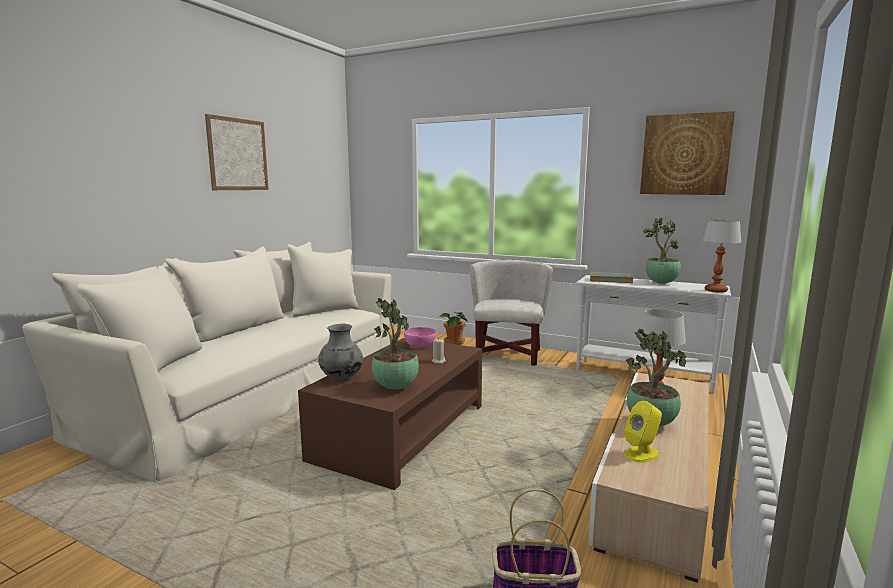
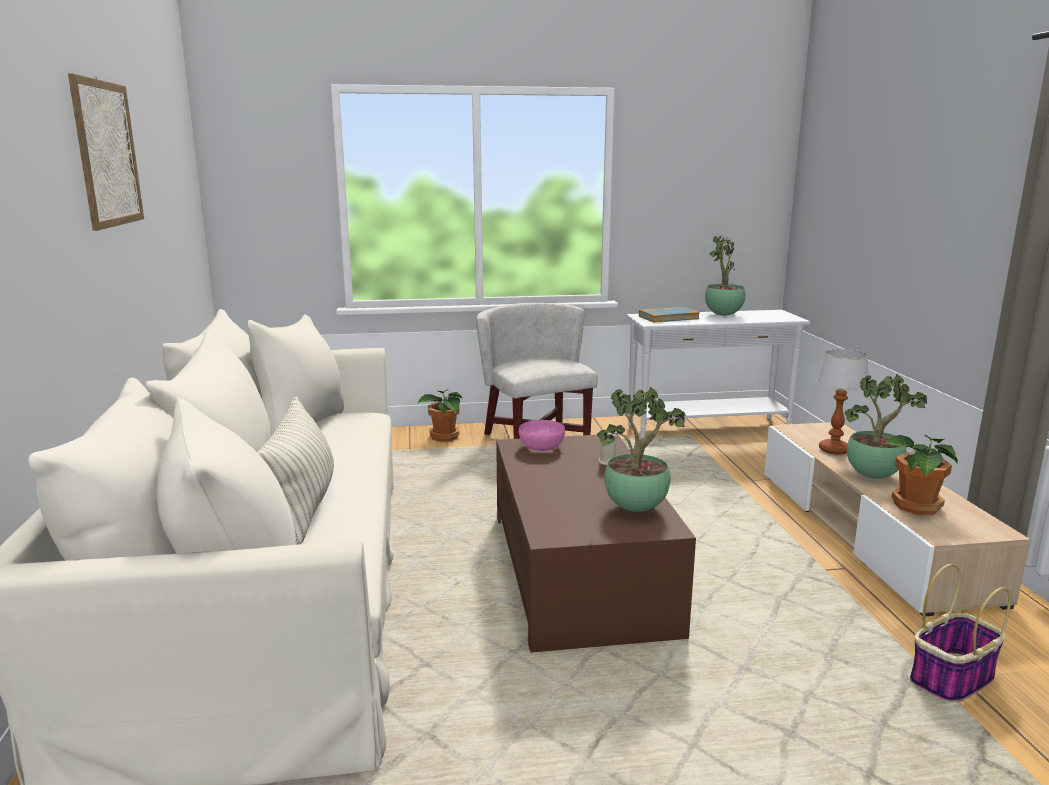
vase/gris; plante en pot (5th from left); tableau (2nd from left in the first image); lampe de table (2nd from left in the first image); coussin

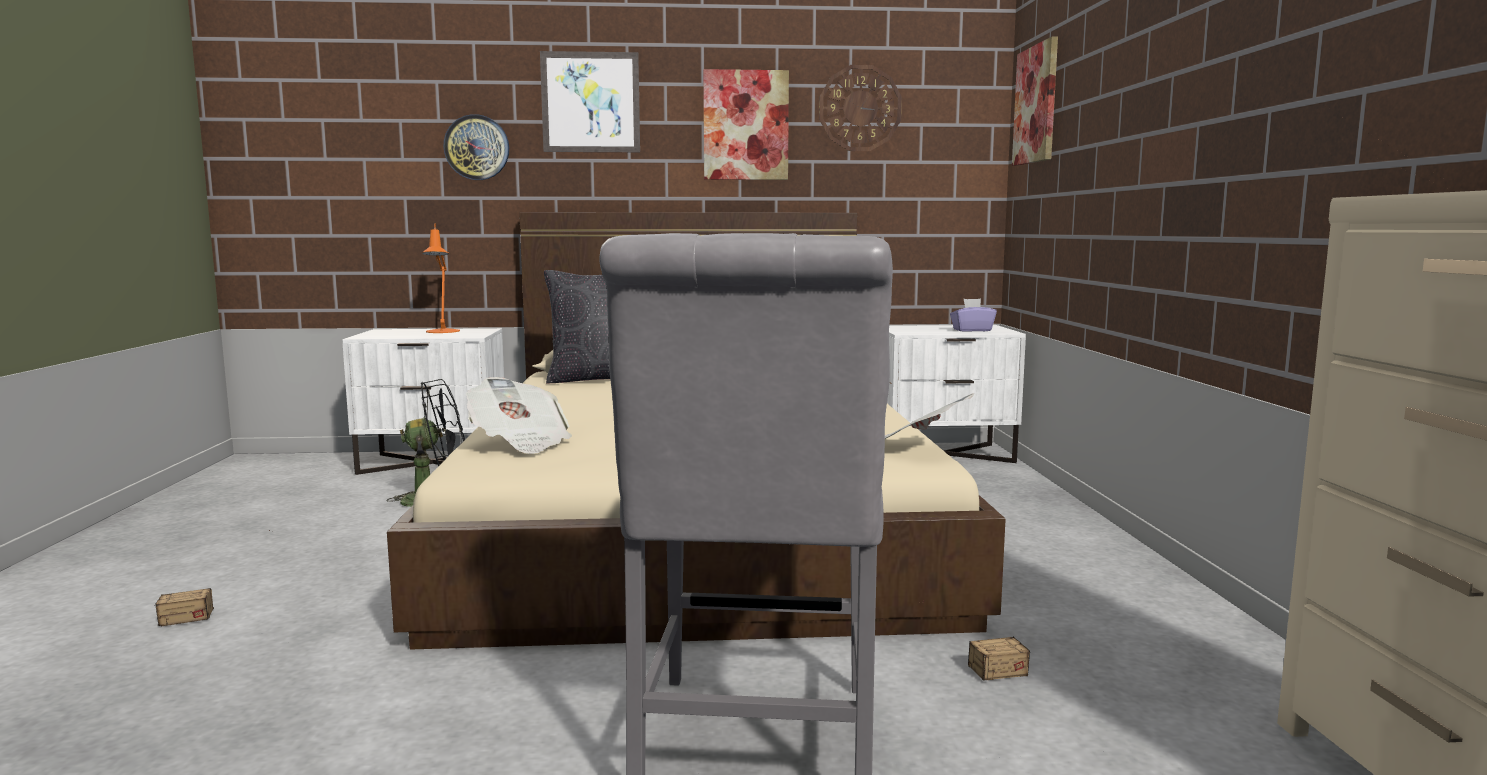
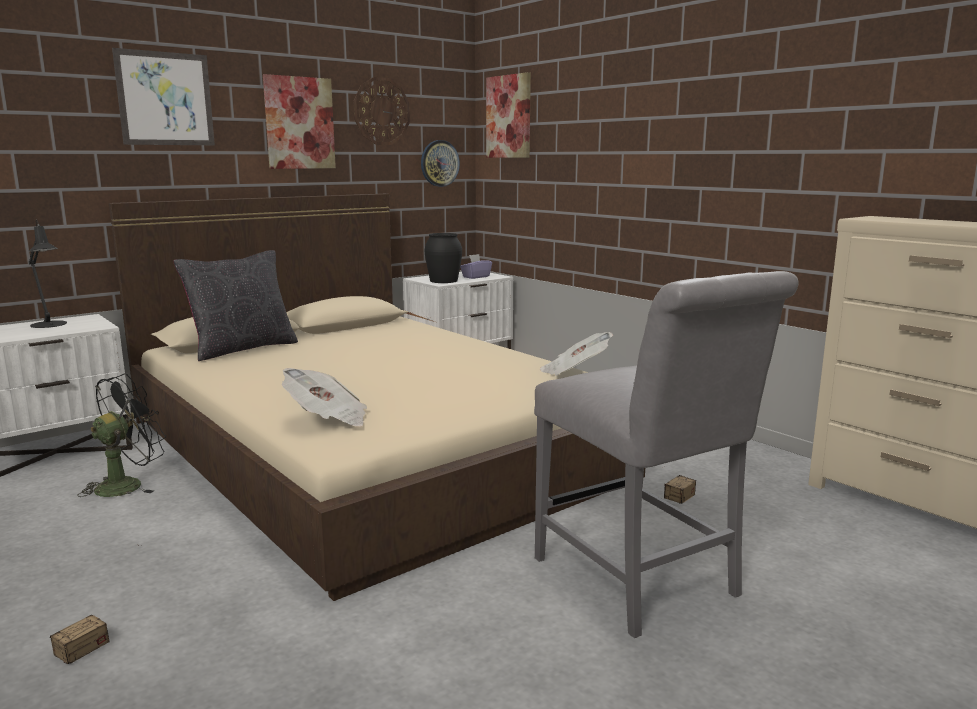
lampe de table/noir; horloge murale (2nd from left); vase/noir

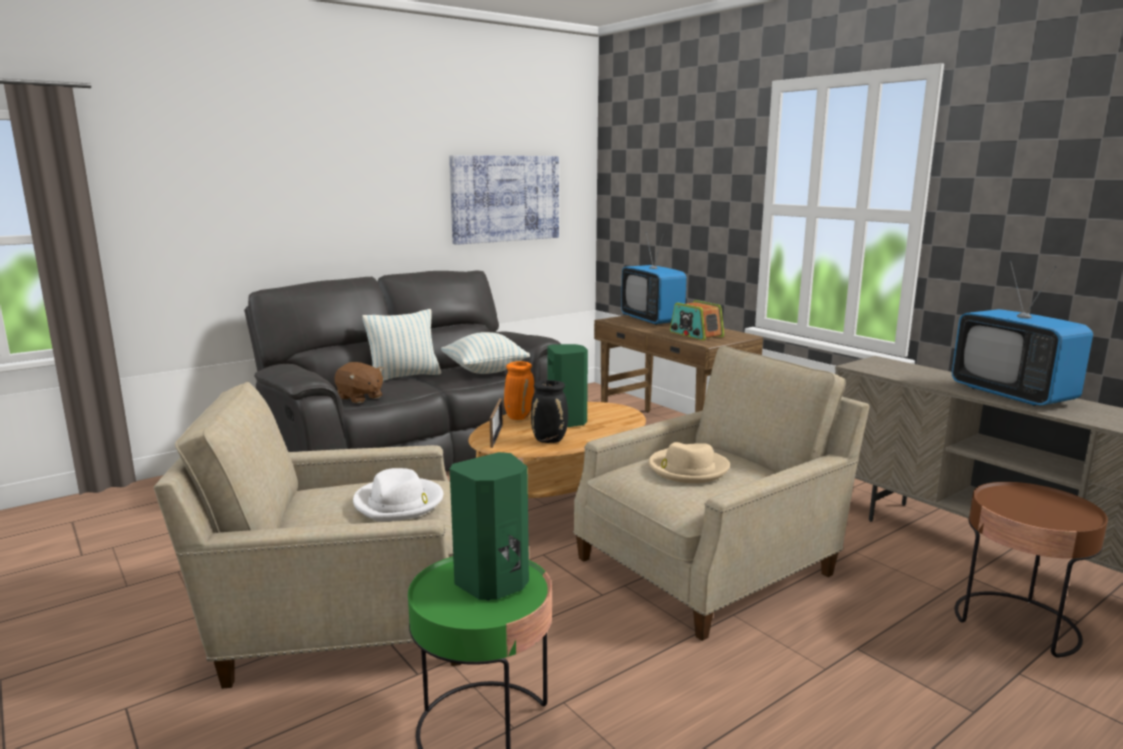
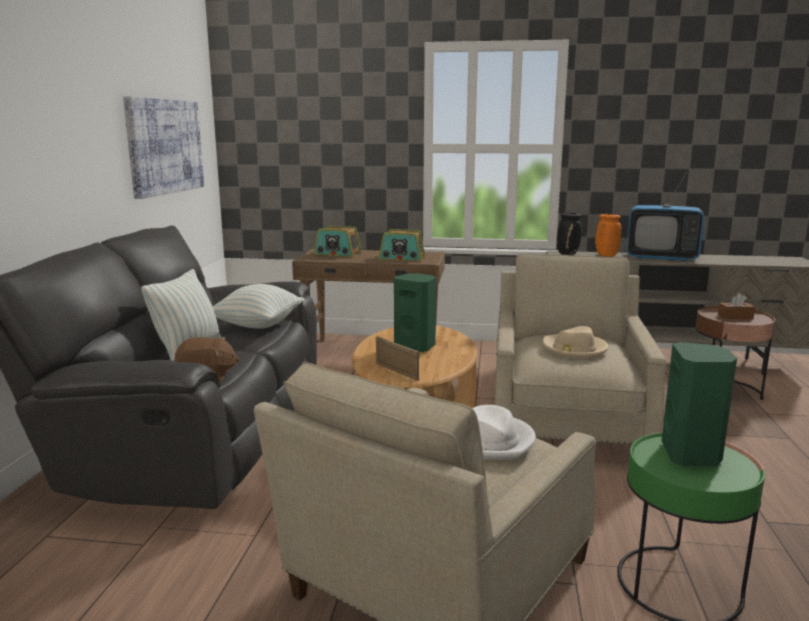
vase/orange; vase/noir; radio (1st from left); boîte à mouchoirs/marron

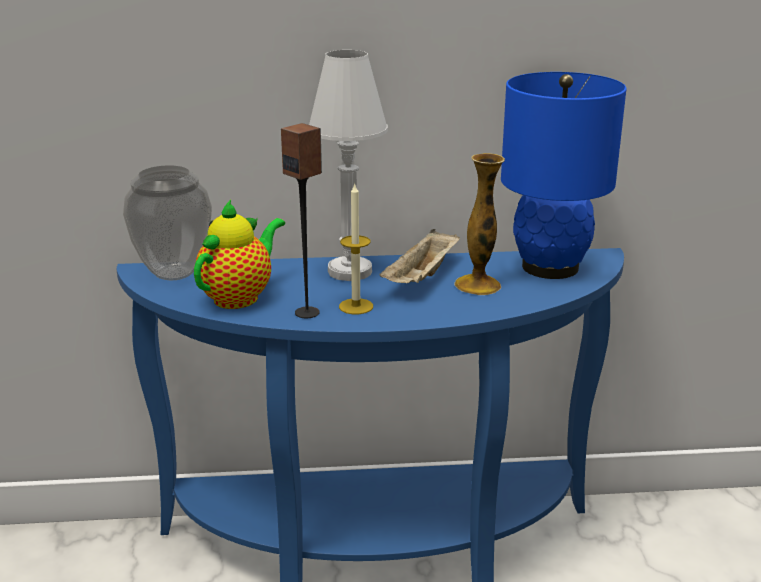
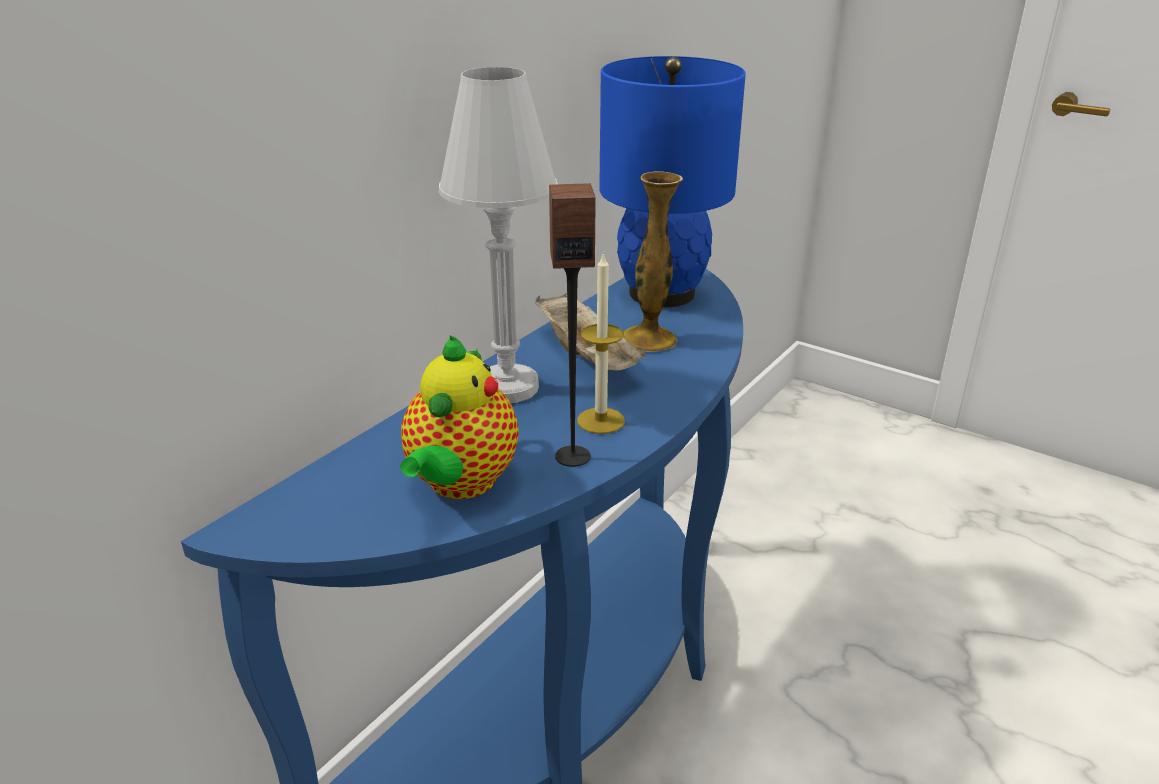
vase (1st from left in the first image); théière

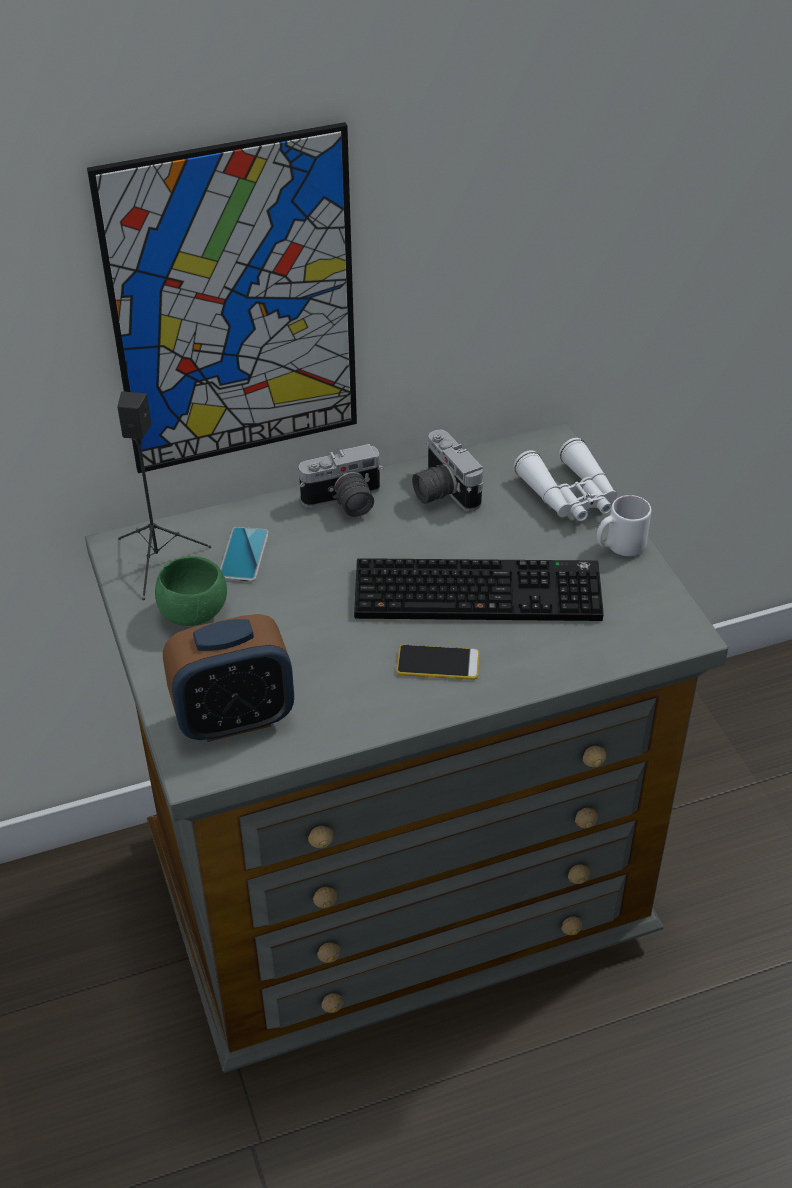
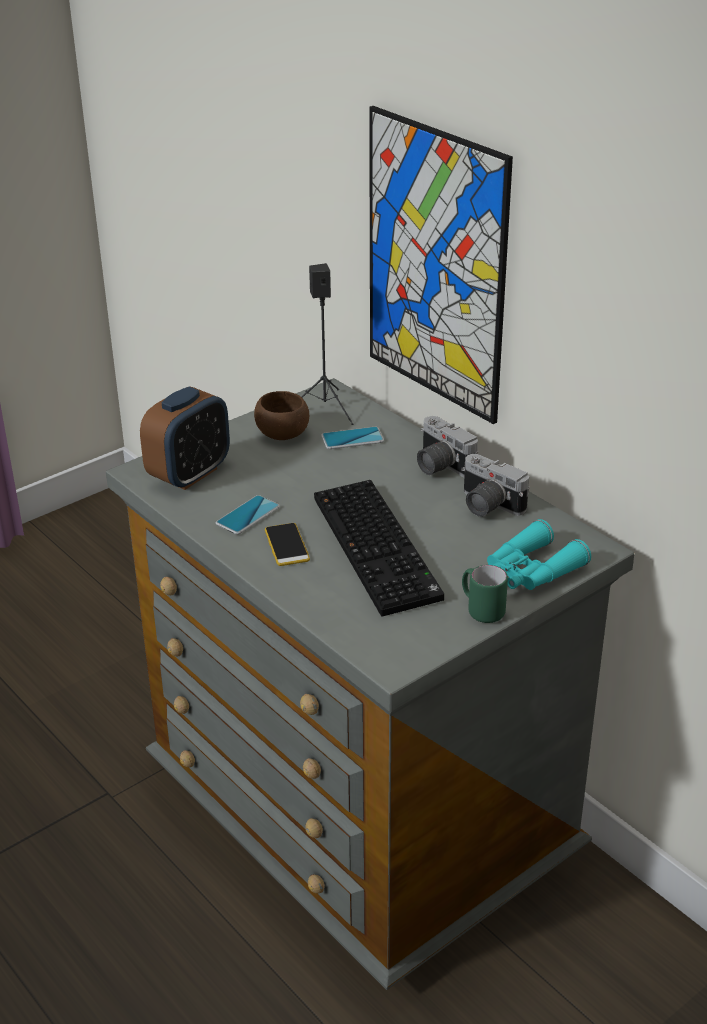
bol/marron; réveil; appareil photo (2nd from left); jumelles/turquoise; mug/vert; téléphone (1st from left)

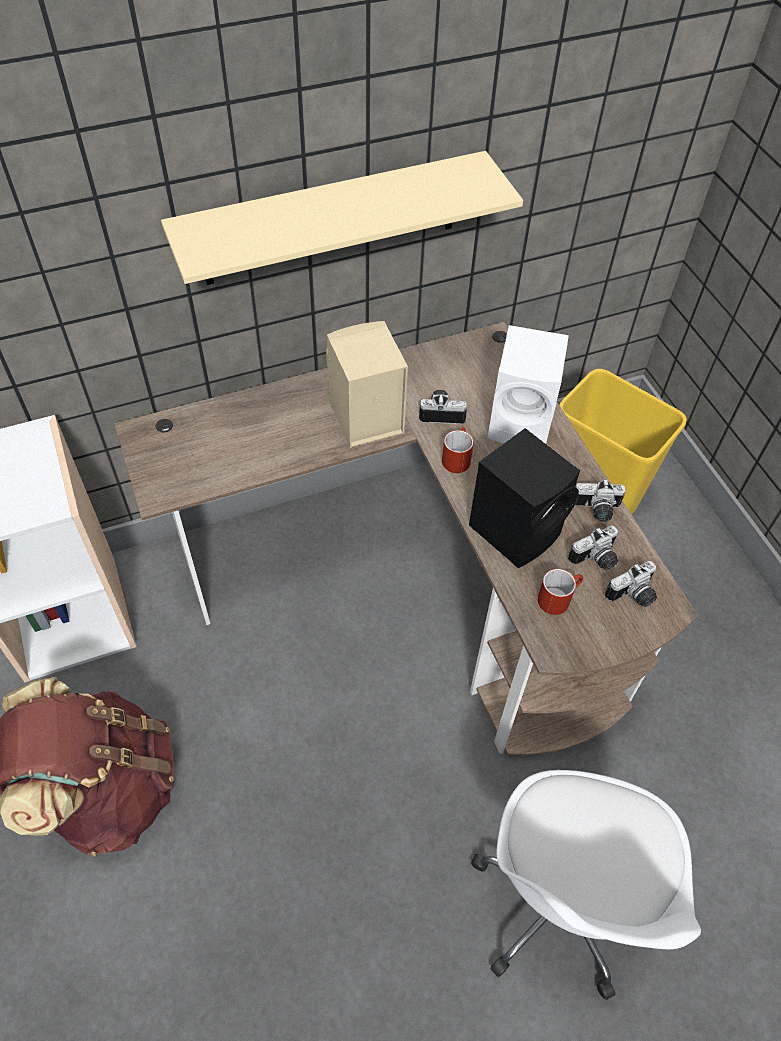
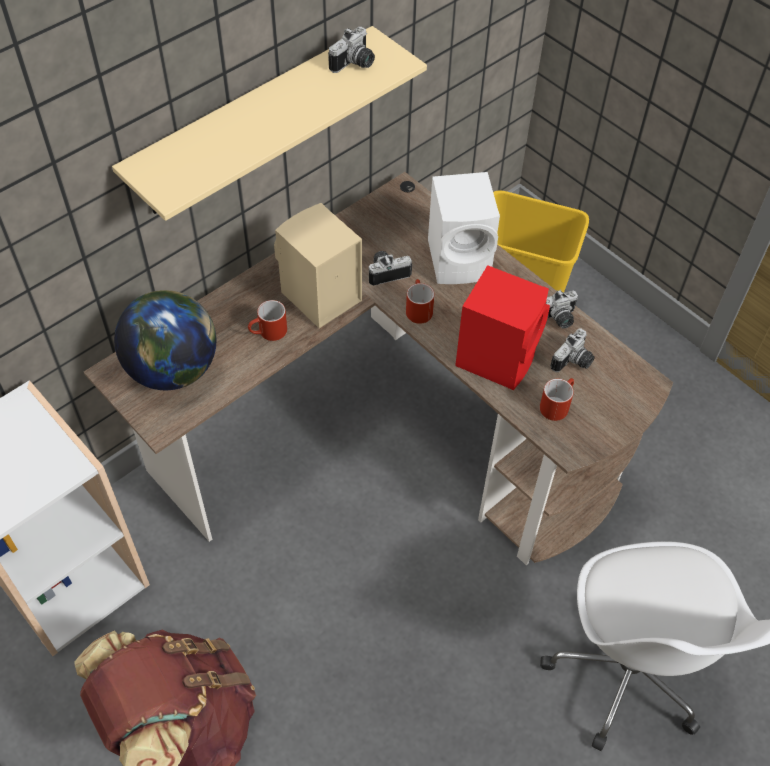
enceinte/rouge; appareil photo (1st from left); globe; mug/rouge (1st from left)

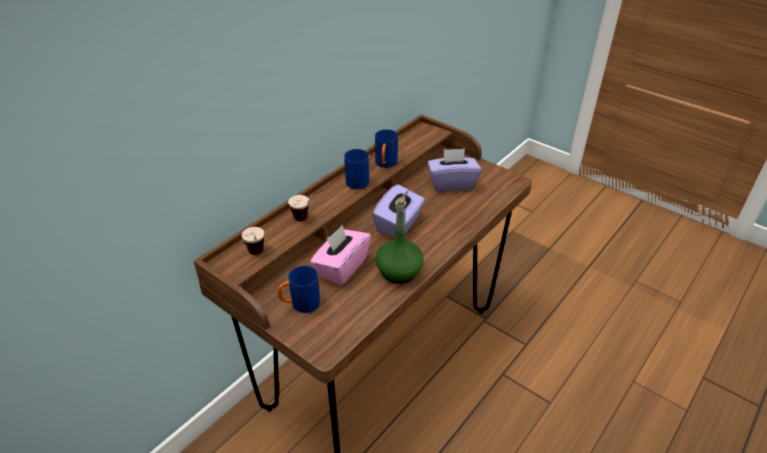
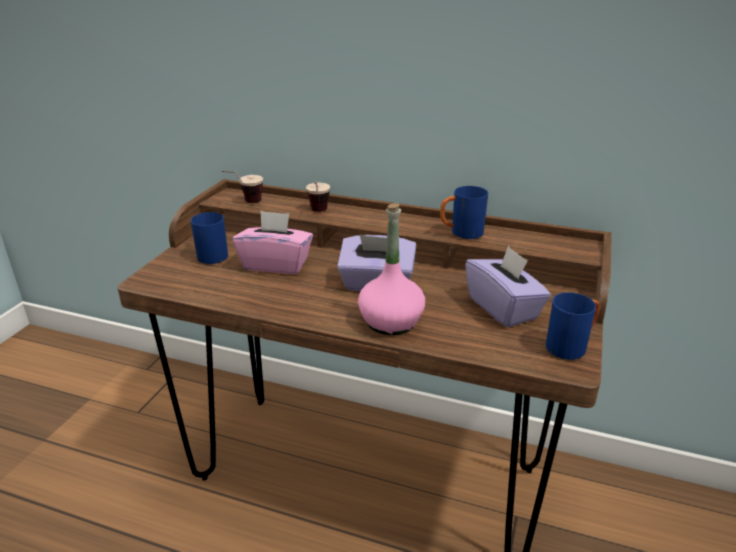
mug/bleu (3rd from left); bouteille/vert; bouteille/rose

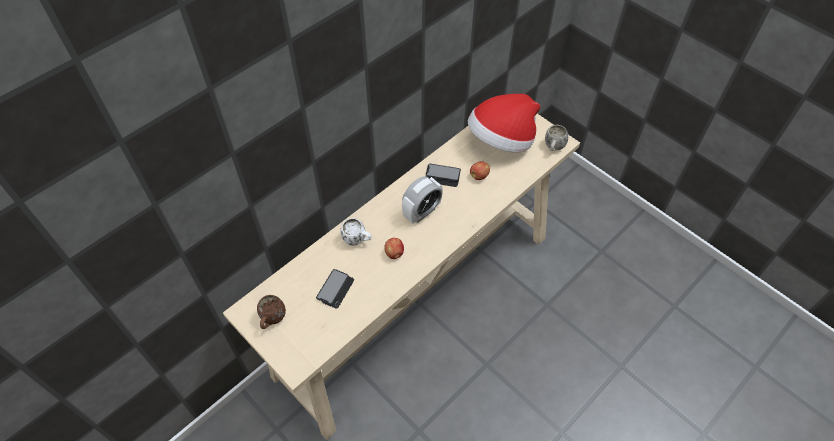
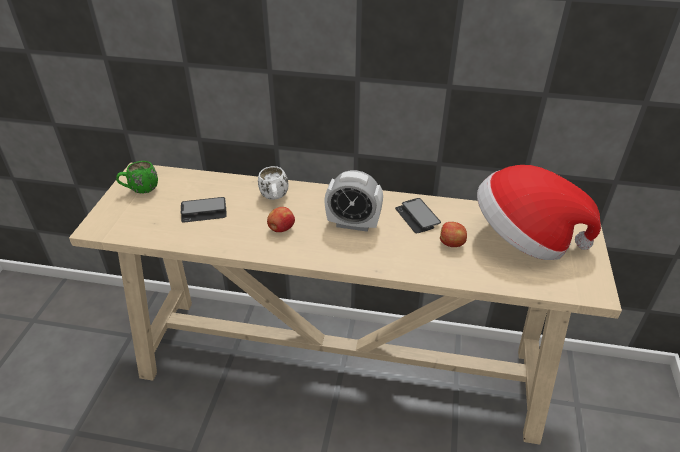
mug/vert; mug/blanc (2nd from left in the first image)

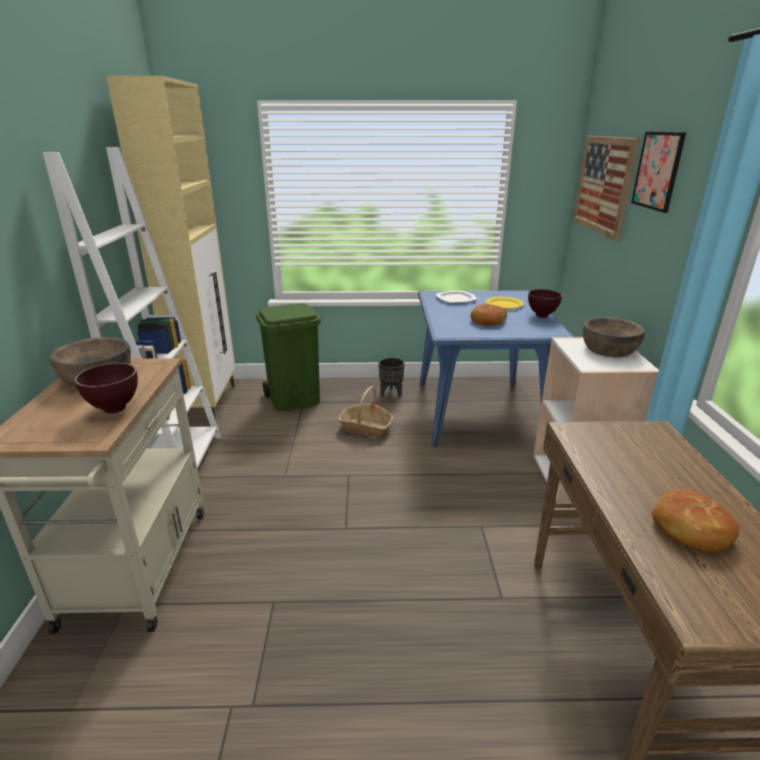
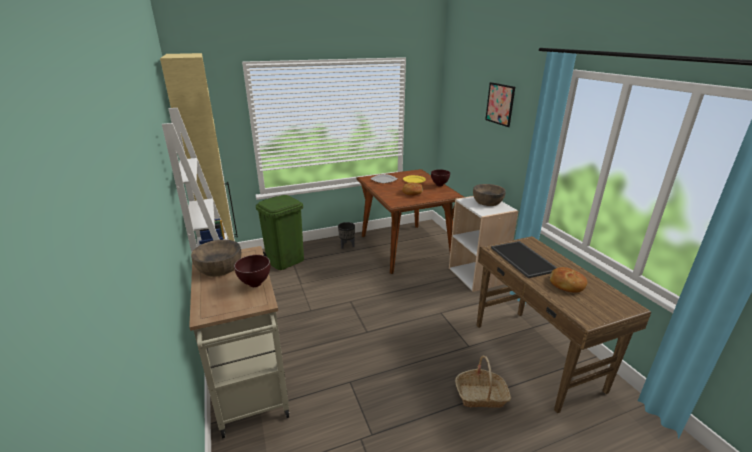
panier; table à manger/marron; tableau (1st from left in the first image); plateau

